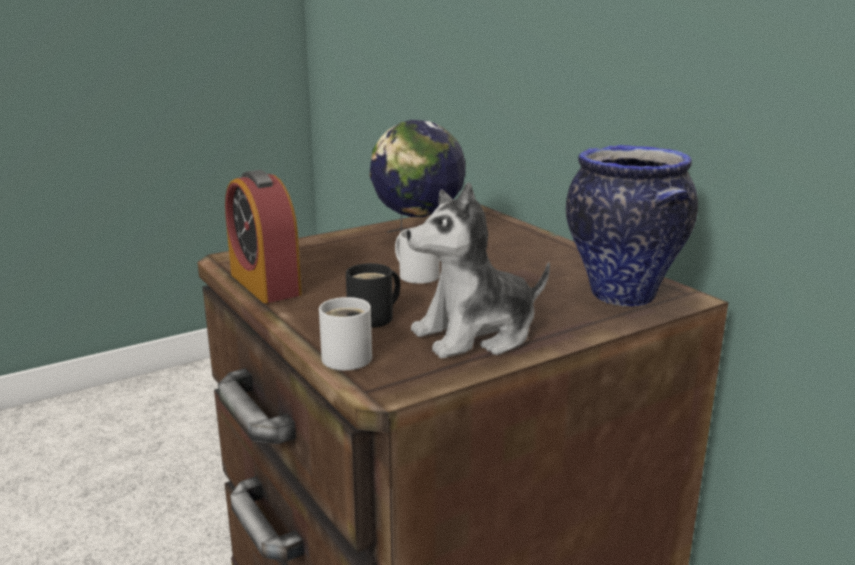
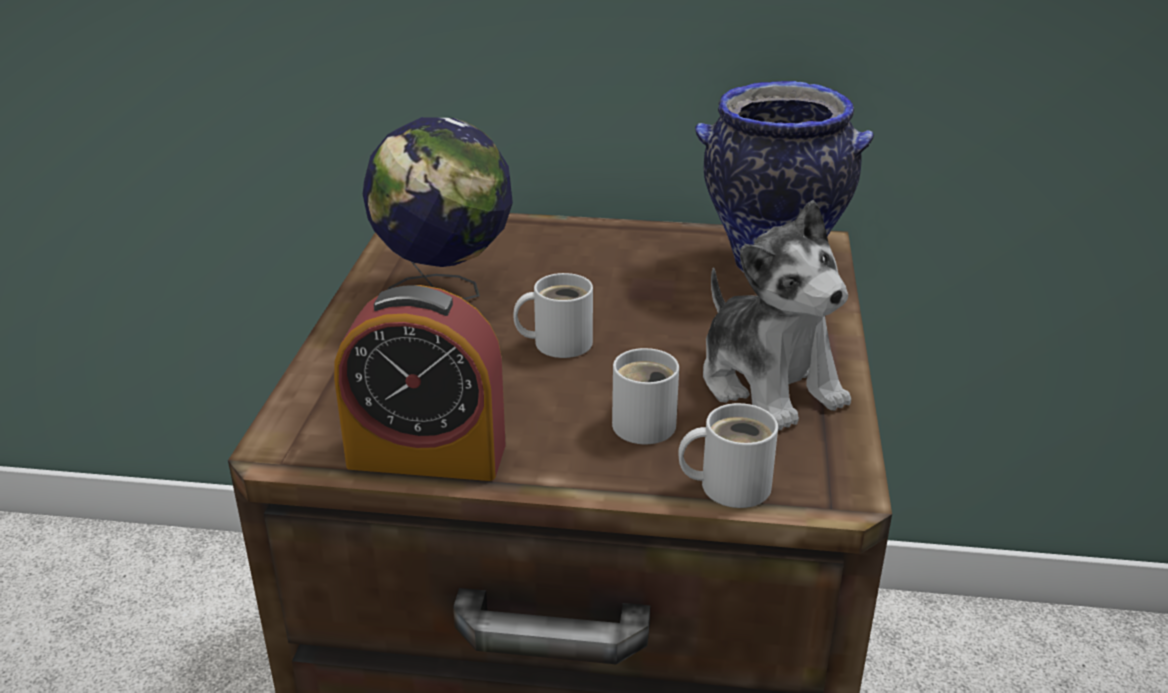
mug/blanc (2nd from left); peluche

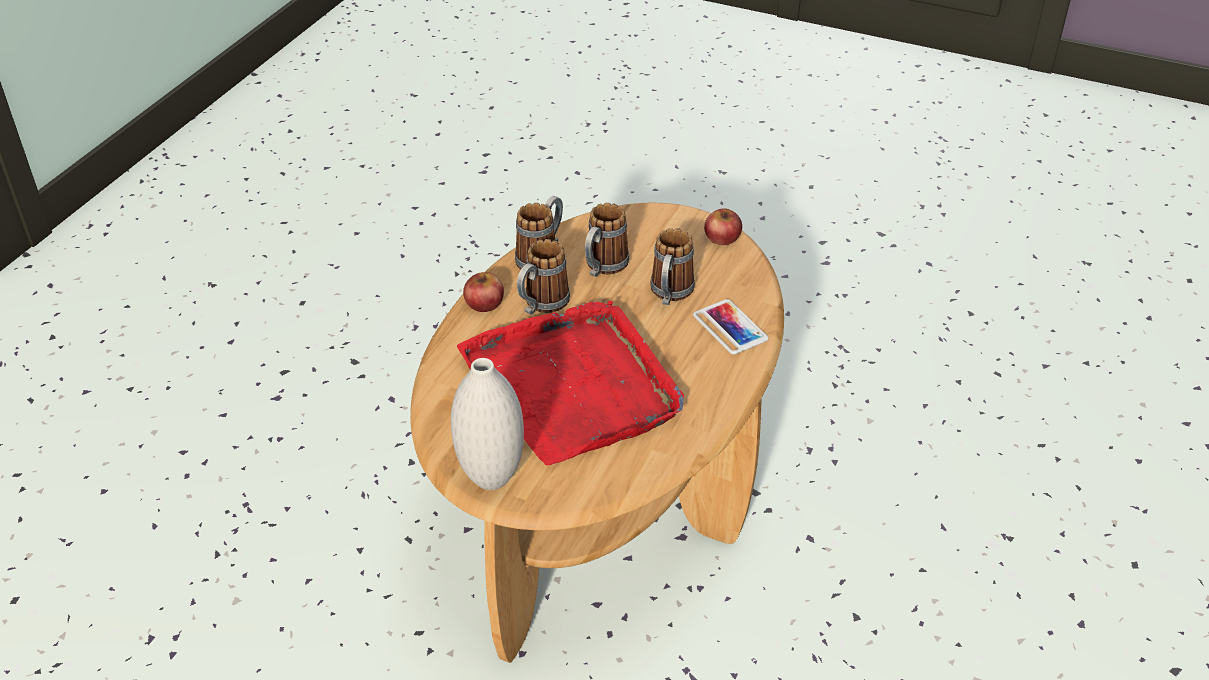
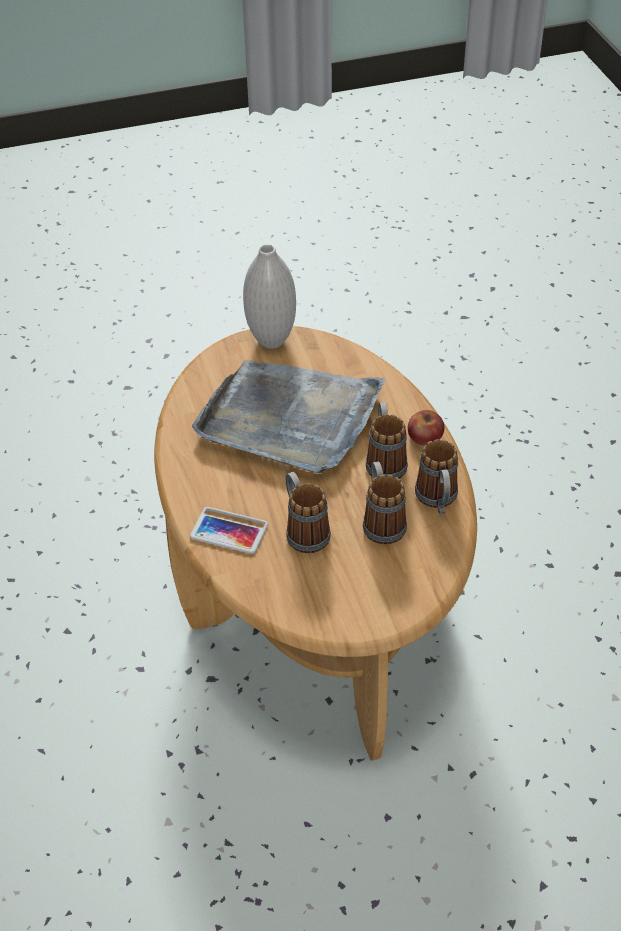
plateau/gris; pomme (2nd from left in the first image)

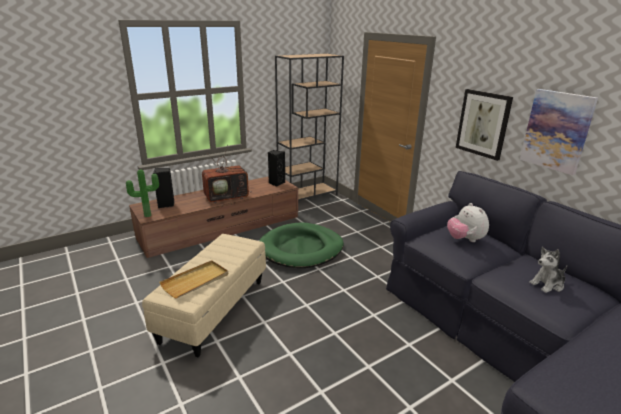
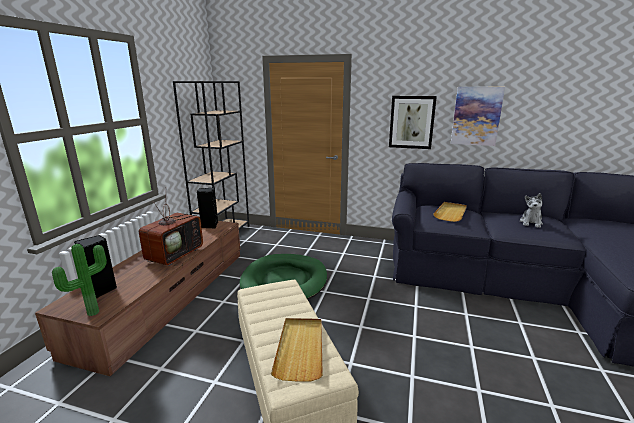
plateau/beige (2nd from left)

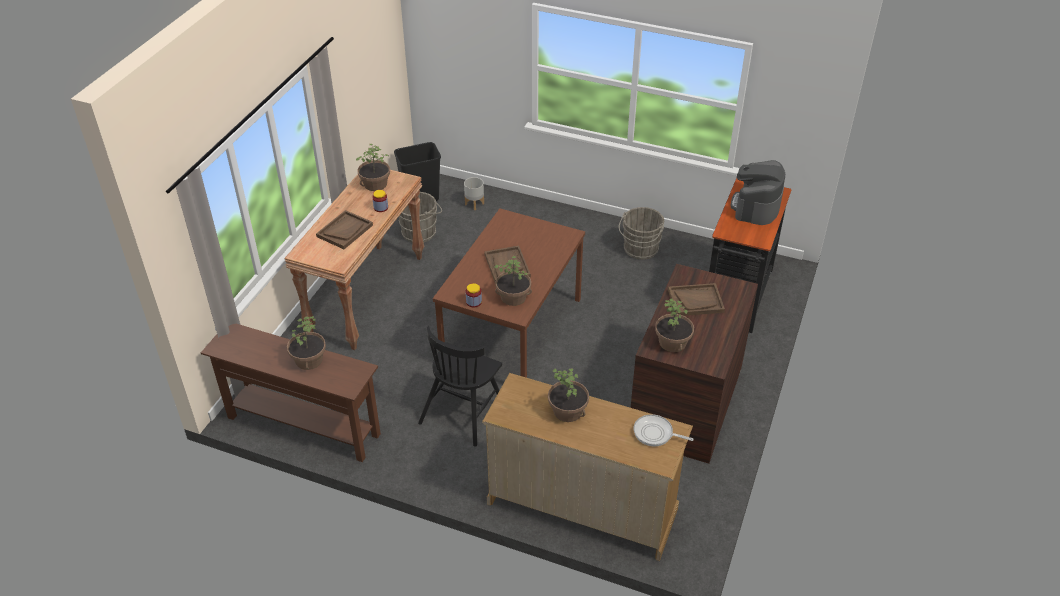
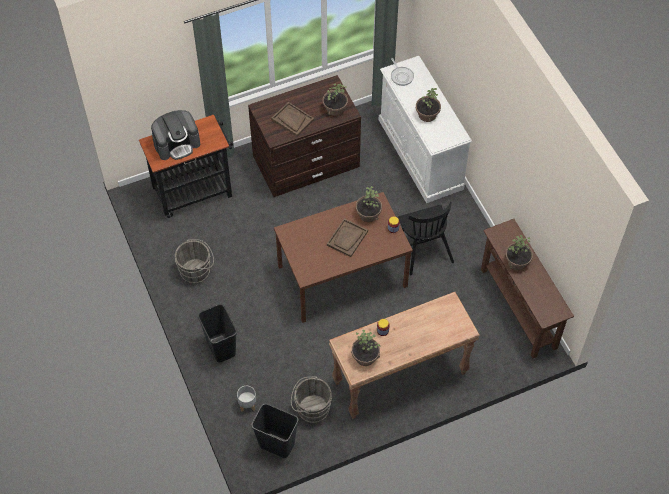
plateau/marron (1st from left in the first image); chaise/noir; meuble de rangement/blanc; poubelle/noir (1st from left)

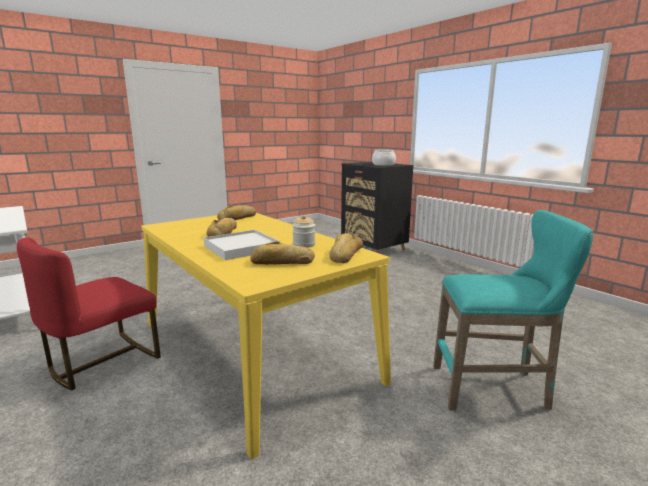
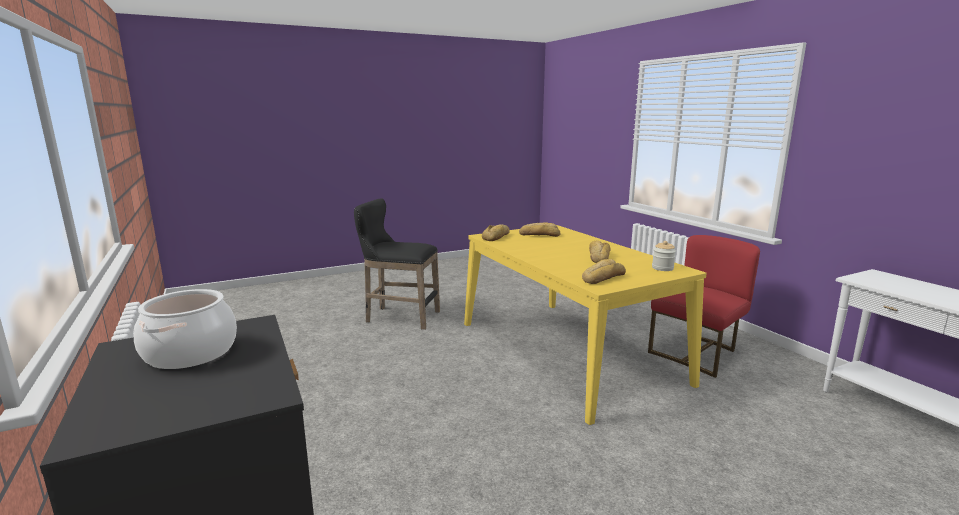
plateau/blanc; bocal; tabouret/noir

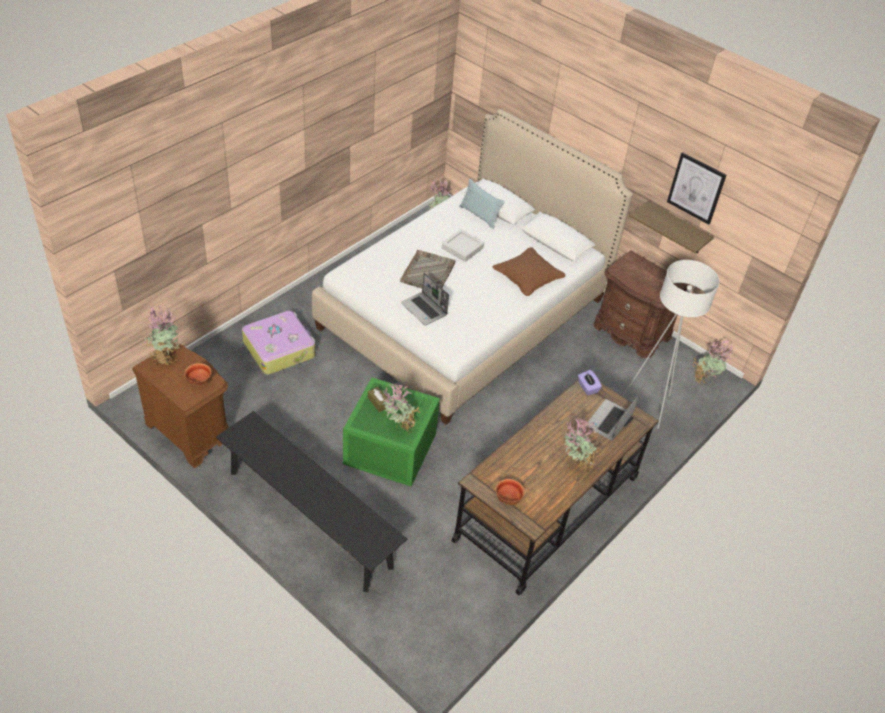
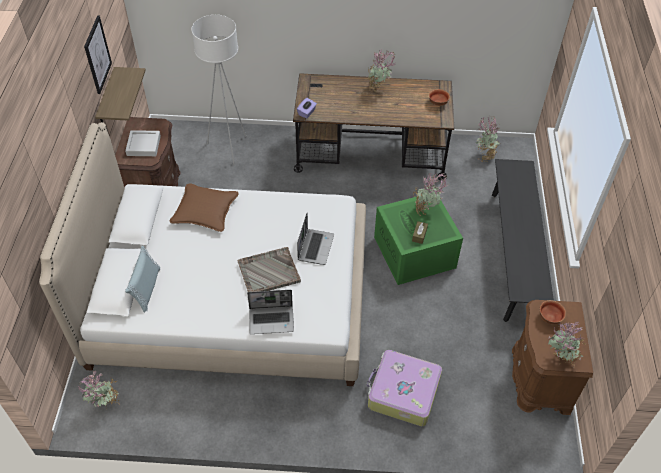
plateau/gris (1st from left); ordinateur portable (1st from left); plante en pot (4th from left)

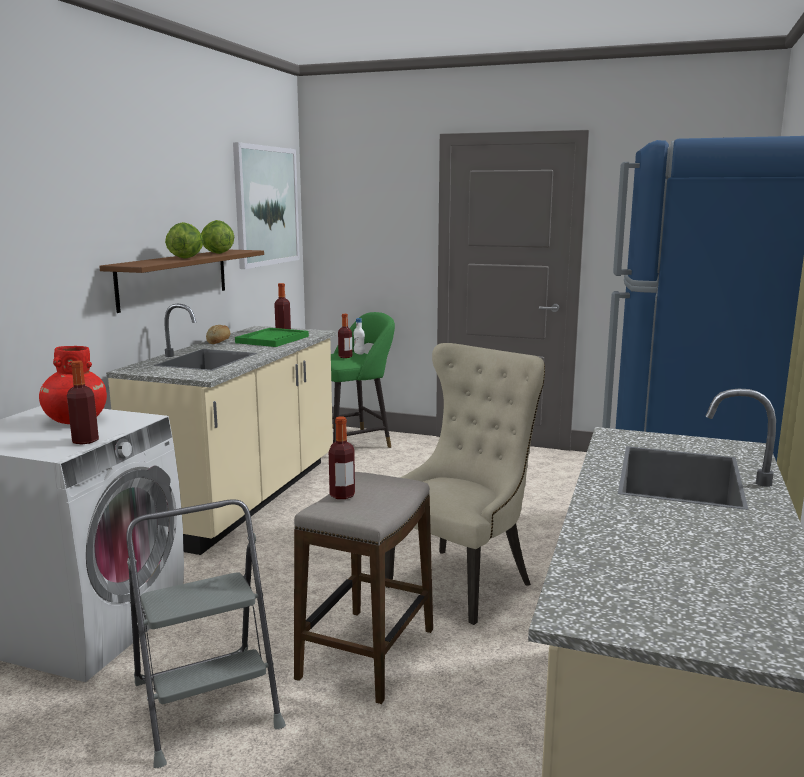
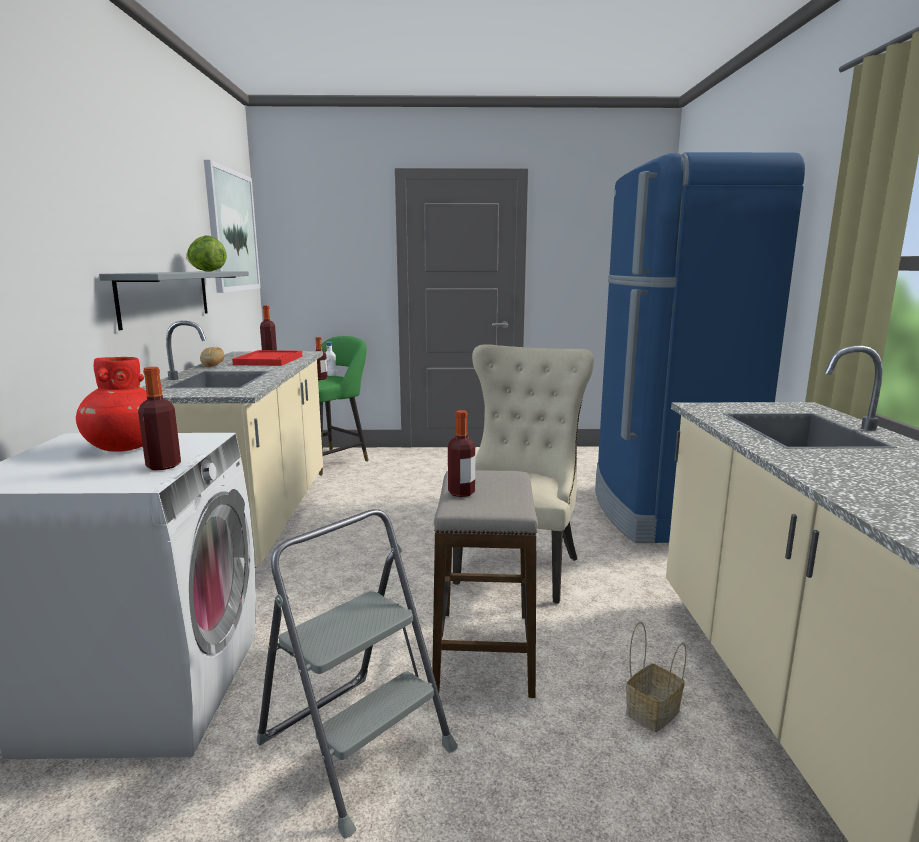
étagère/gris; laitue (1st from left in the first image); plateau/rouge; panier

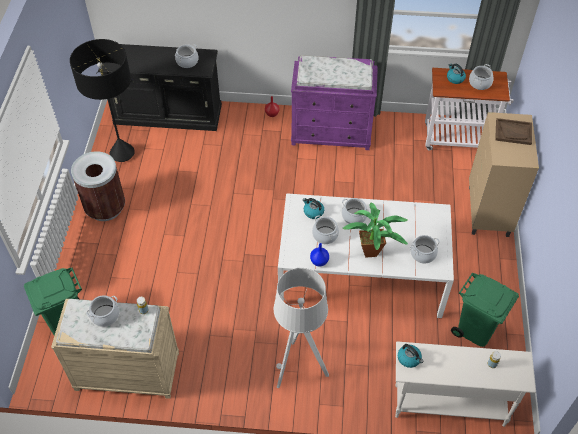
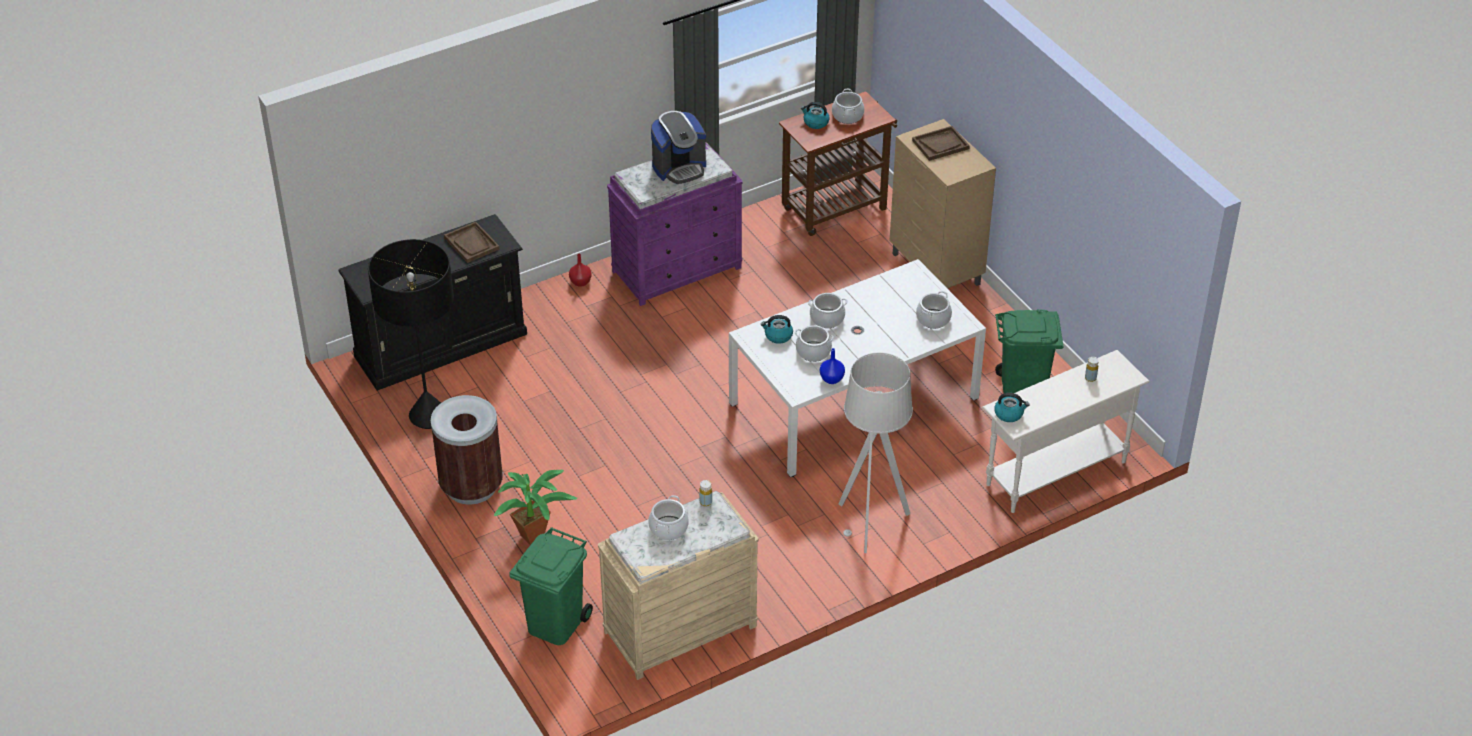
plateau/marron (1st from left); plante en pot; chariot/marron; machine à café

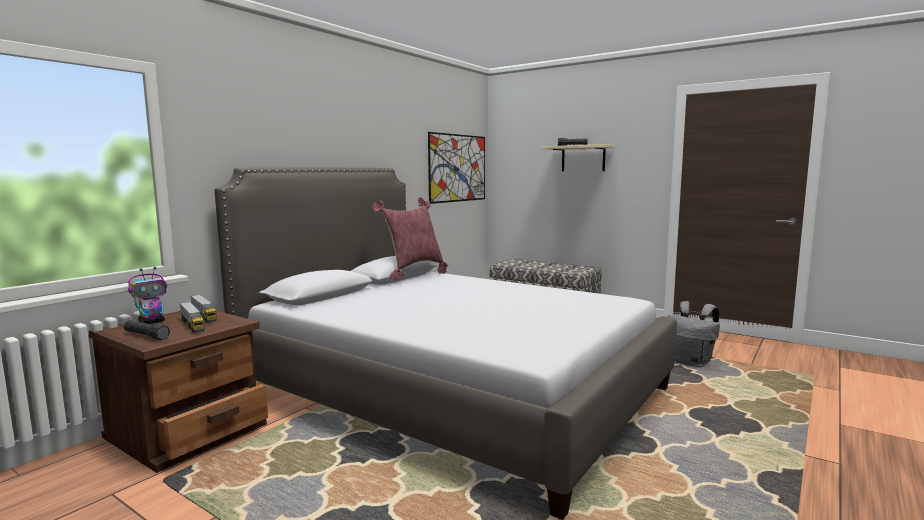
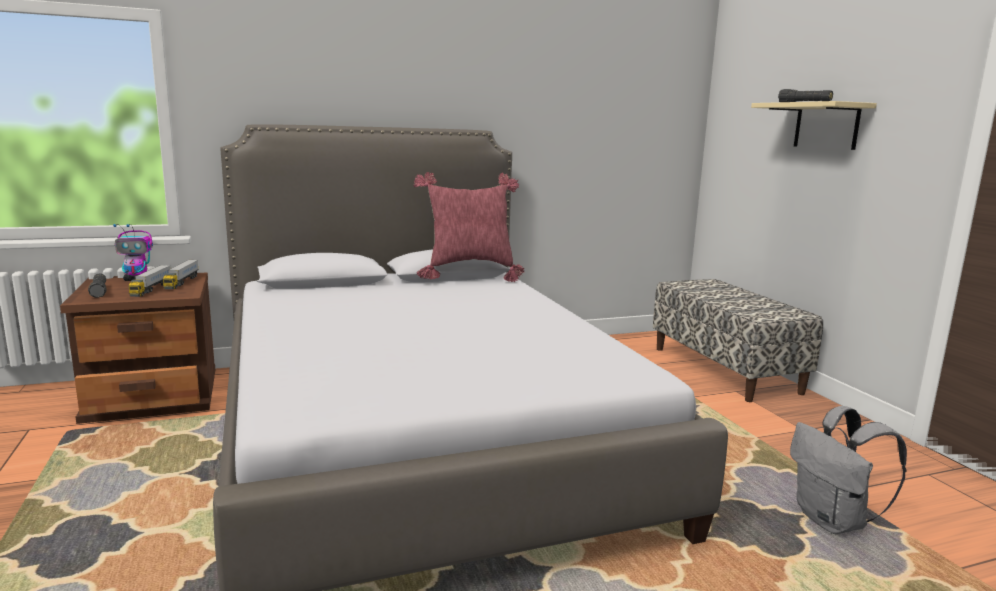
tableau

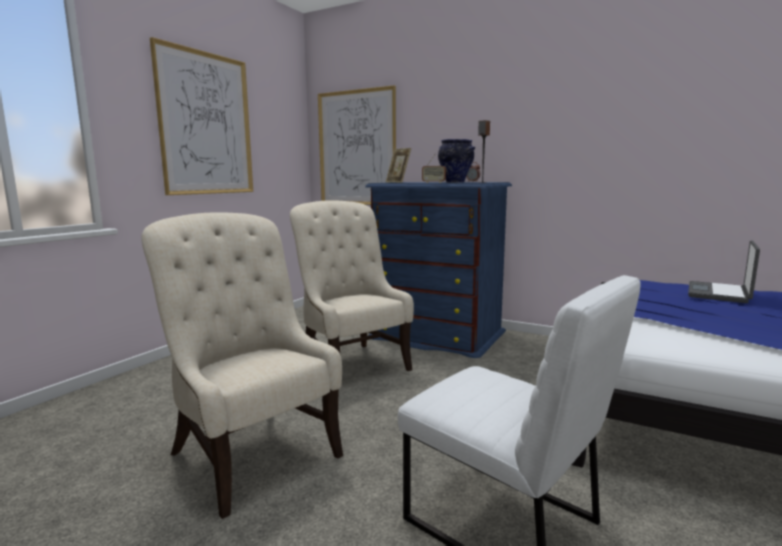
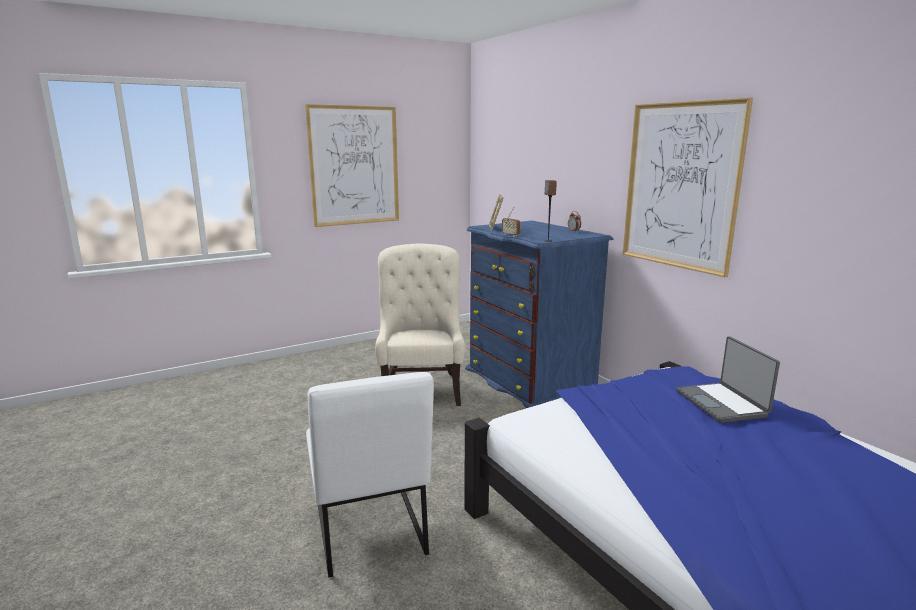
fauteuil/beige (1st from left in the first image); tableau (2nd from left); vase; ordinateur portable

